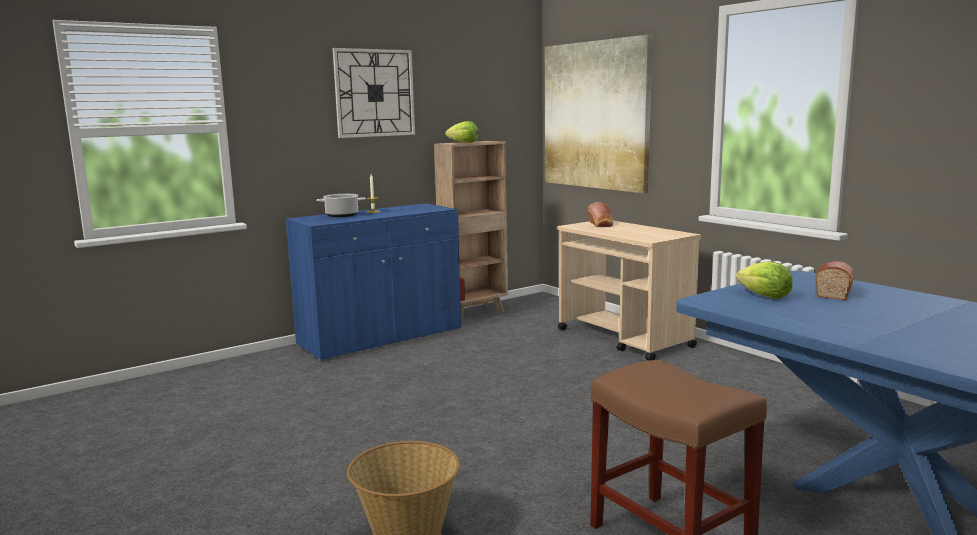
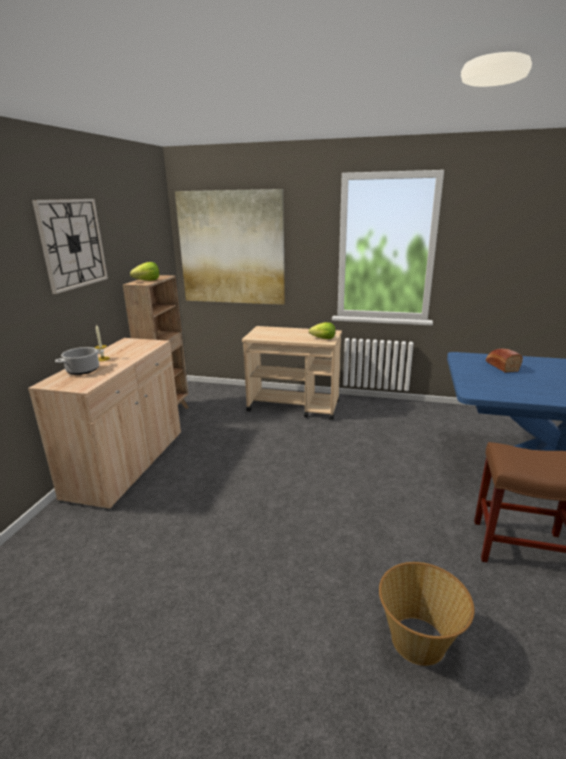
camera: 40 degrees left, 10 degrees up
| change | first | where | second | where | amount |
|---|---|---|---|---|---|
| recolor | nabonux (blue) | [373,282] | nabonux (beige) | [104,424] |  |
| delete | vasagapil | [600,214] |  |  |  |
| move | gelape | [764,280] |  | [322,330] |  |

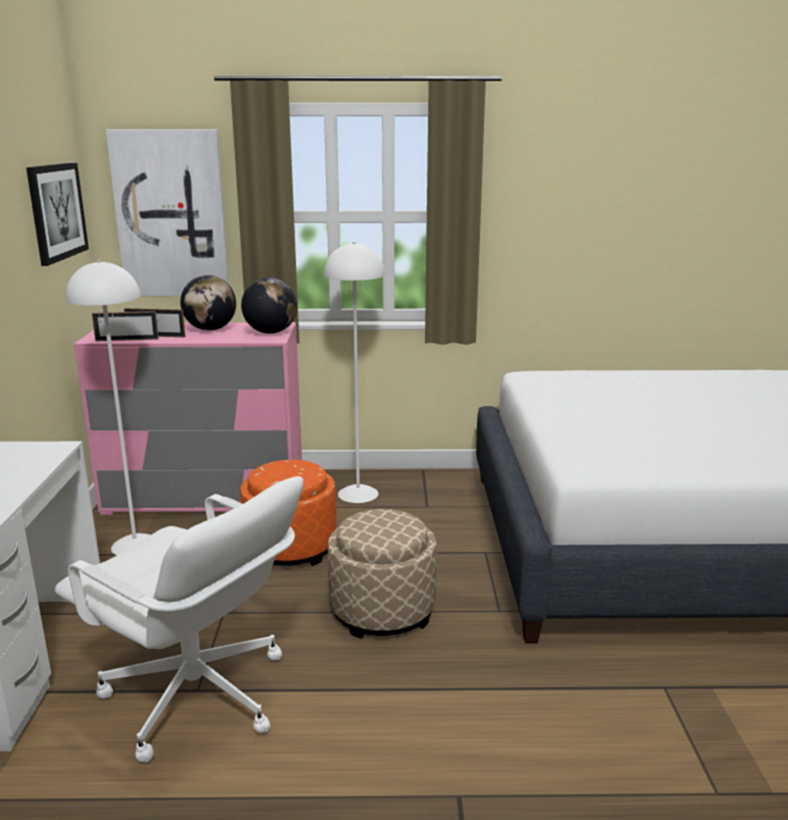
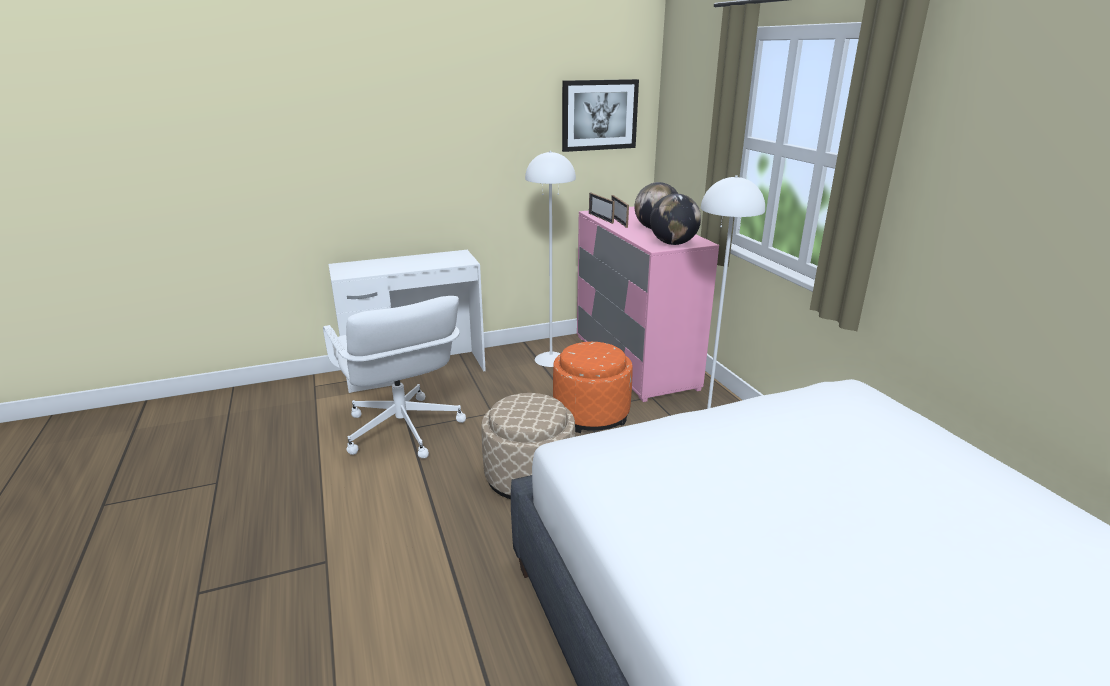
camera: 70 degrees right, 5 degrees up
| change | first | where | second | where | amount |
|---|---|---|---|---|---|
| rotate | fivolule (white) | [179,619] |  | [394,377] | 45 degrees counterclockwise |
| delete | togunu | [167,212] |  |  |  |

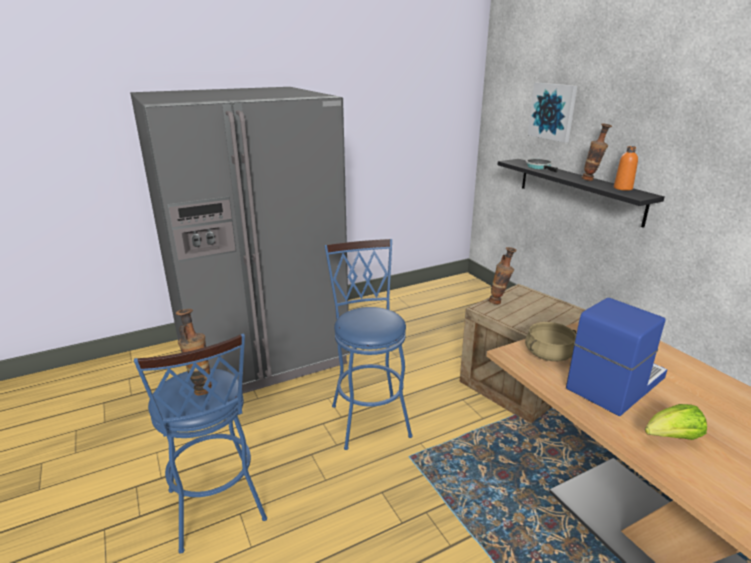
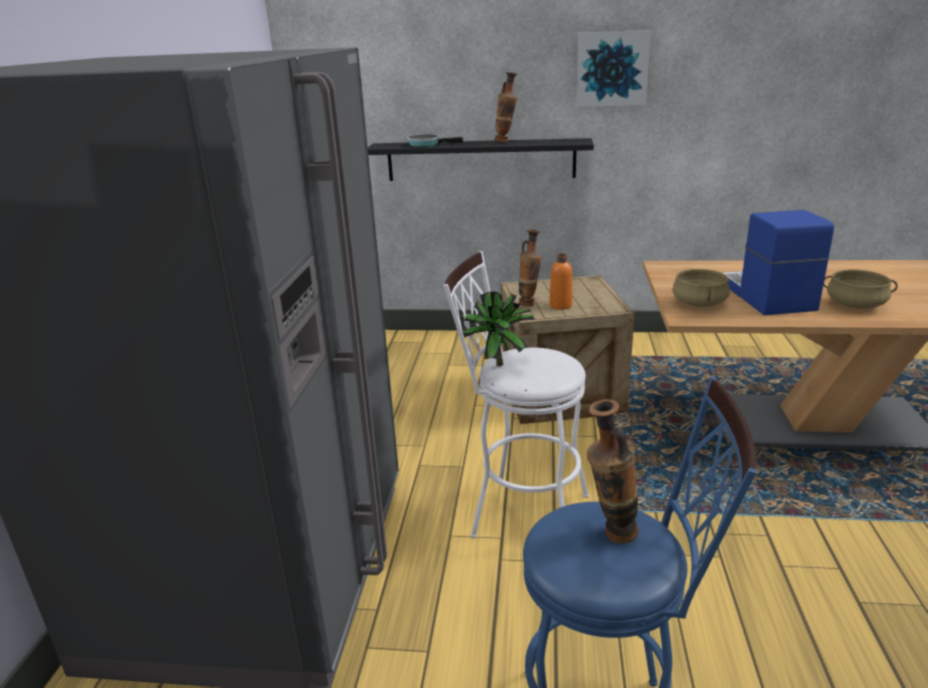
camera: 55 degrees left, 0 degrees up
| change | first | where | second | where | amount |
|---|---|---|---|---|---|
| recolor | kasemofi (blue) | [368,344] | kasemofi (white) | [516,394] |  |
| move | togunu | [552,113] |  | [613,68] |  |
| move | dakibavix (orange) | [626,168] |  | [561,281] |  |
| replace | gelape | [676,422] | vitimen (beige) | [860,289] |  |
| insert |  |  | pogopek | [497,328] |  |

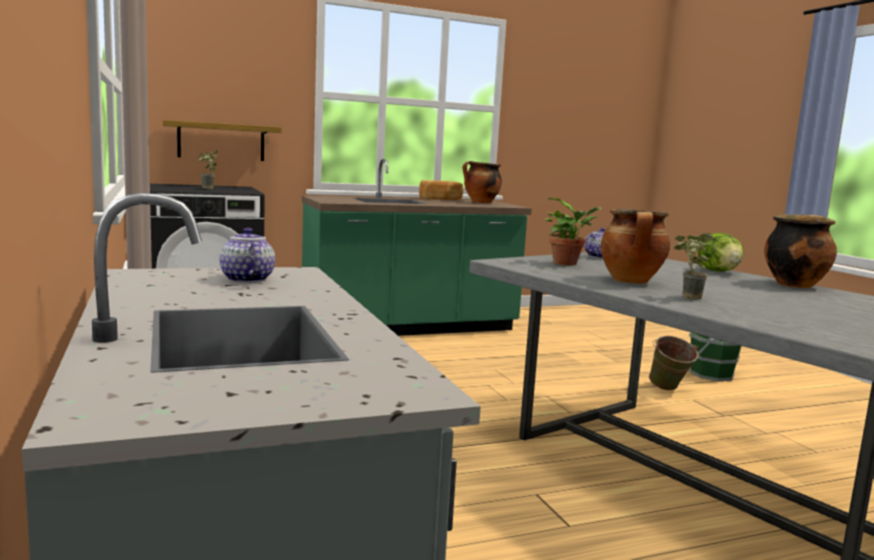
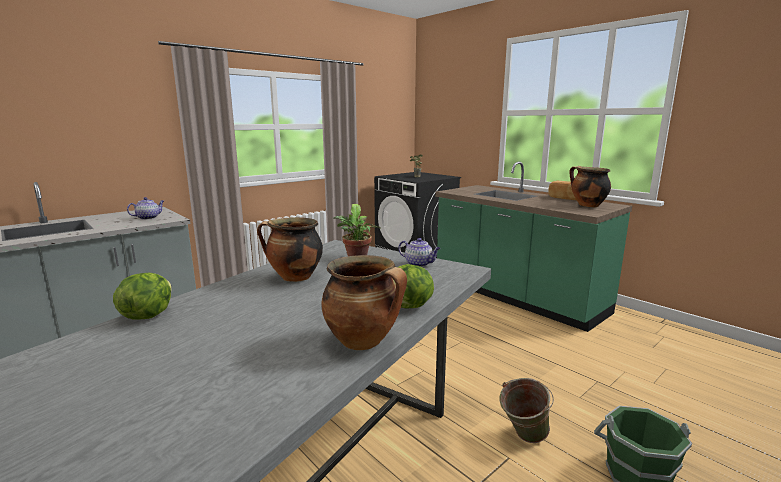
camera: 70 degrees right, 5 degrees up
| change | first | where | second | where | amount |
|---|---|---|---|---|---|
| delete | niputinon | [222,140] |  |  |  |
| delete | pogopek | [693,266] |  |  |  |
| insert |  |  | gelape | [142,296] |  |

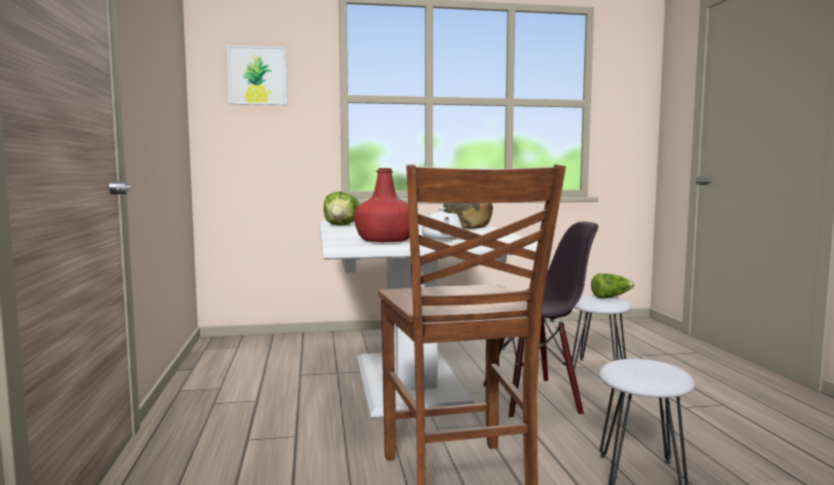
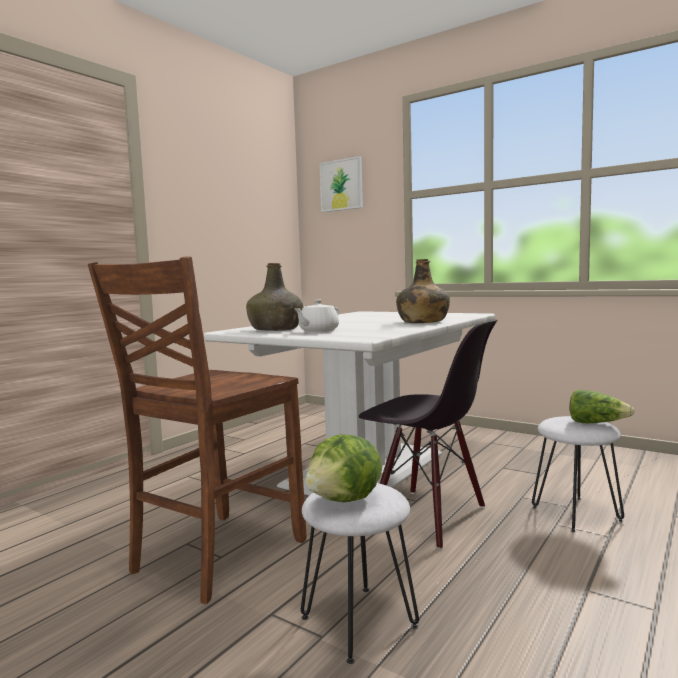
camera: 45 degrees right, 0 degrees up
| change | first | where | second | where | amount |
|---|---|---|---|---|---|
| move | gelape | [342,208] |  | [343,468] |  |
| recolor | dakibavix (red) | [382,205] | dakibavix (green) | [274,297] |  |

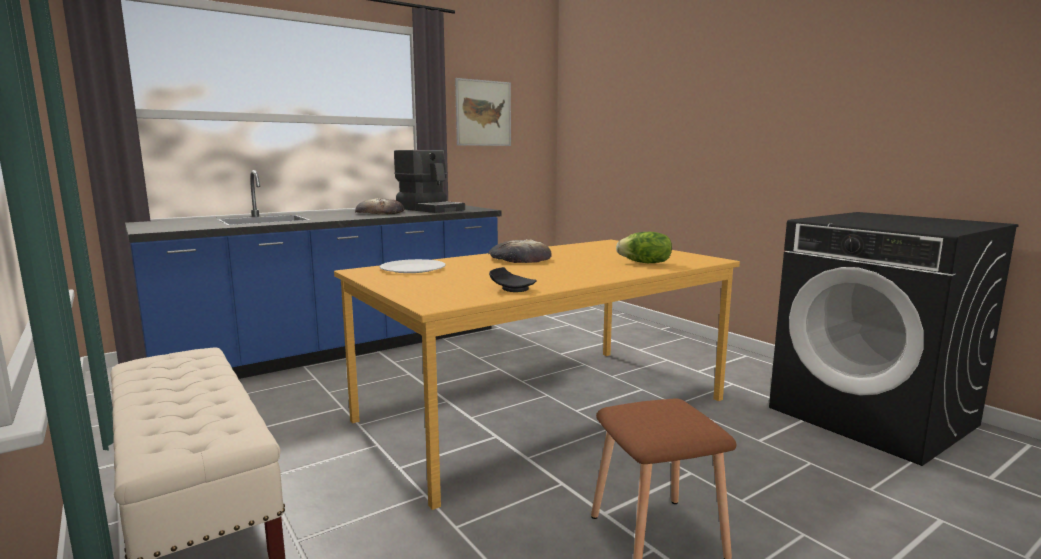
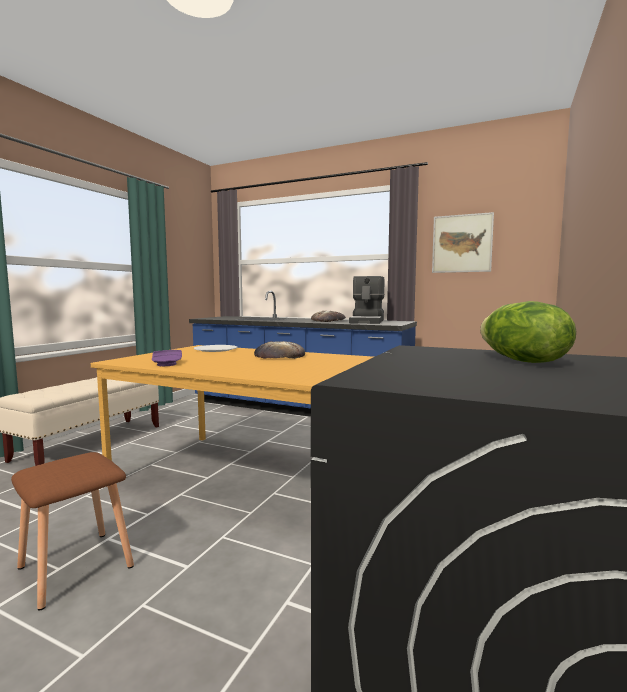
camera: 60 degrees right, 5 degrees down
| change | first | where | second | where | amount |
|---|---|---|---|---|---|
| recolor | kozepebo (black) | [513,279] | kozepebo (purple) | [167,358] |  |
| move | gelape | [644,247] |  | [528,332] |  |

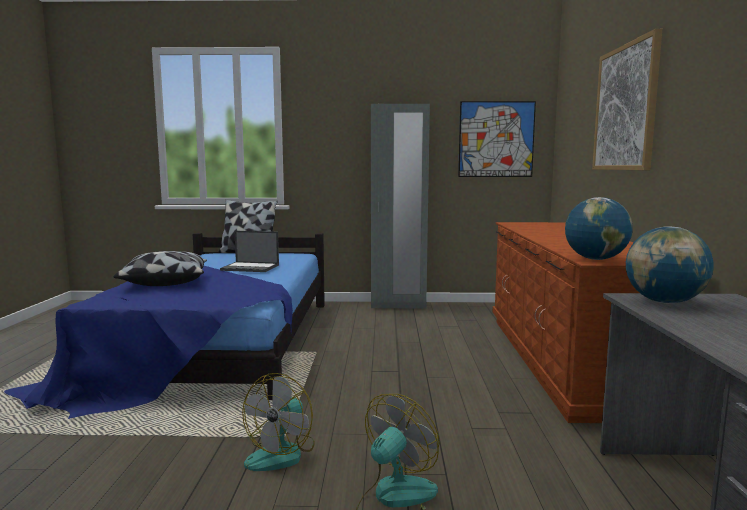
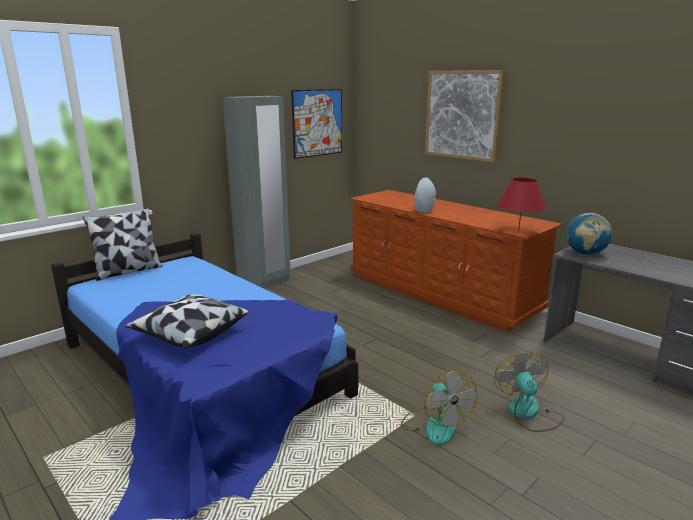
camera: 45 degrees left, 10 degrees up
| change | first | where | second | where | amount |
|---|---|---|---|---|---|
| delete | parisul | [249,251] |  |  |  |
| replace | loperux | [599,228] | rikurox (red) | [521,204] |  |
| insert |  |  | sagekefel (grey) | [425,195] |  |

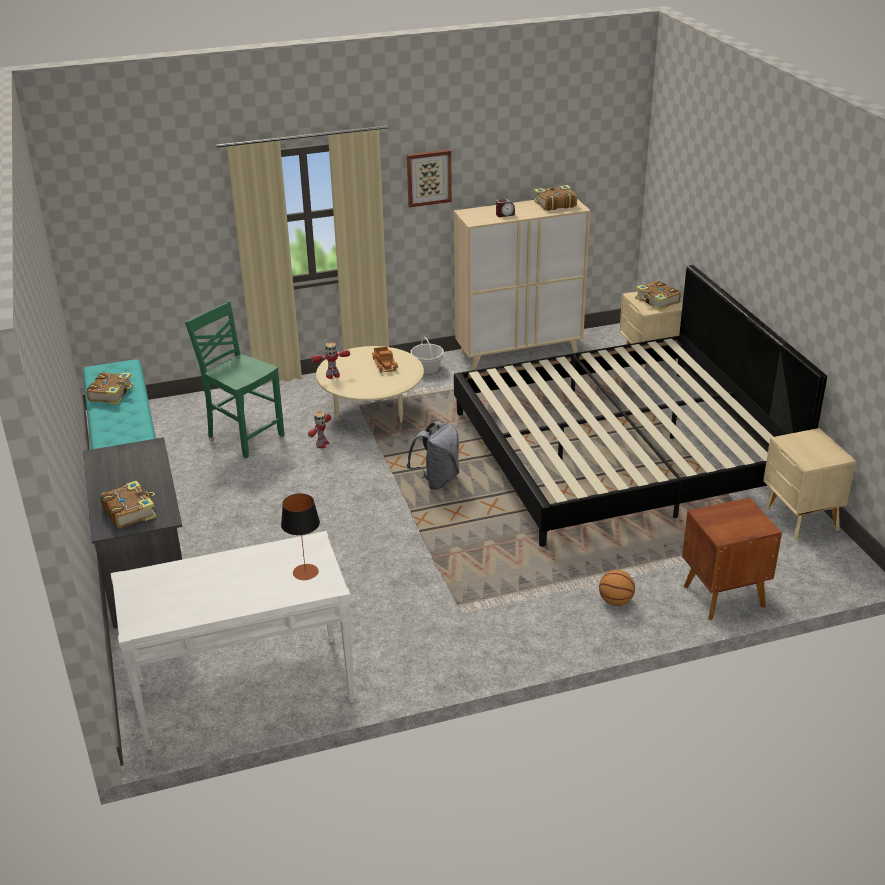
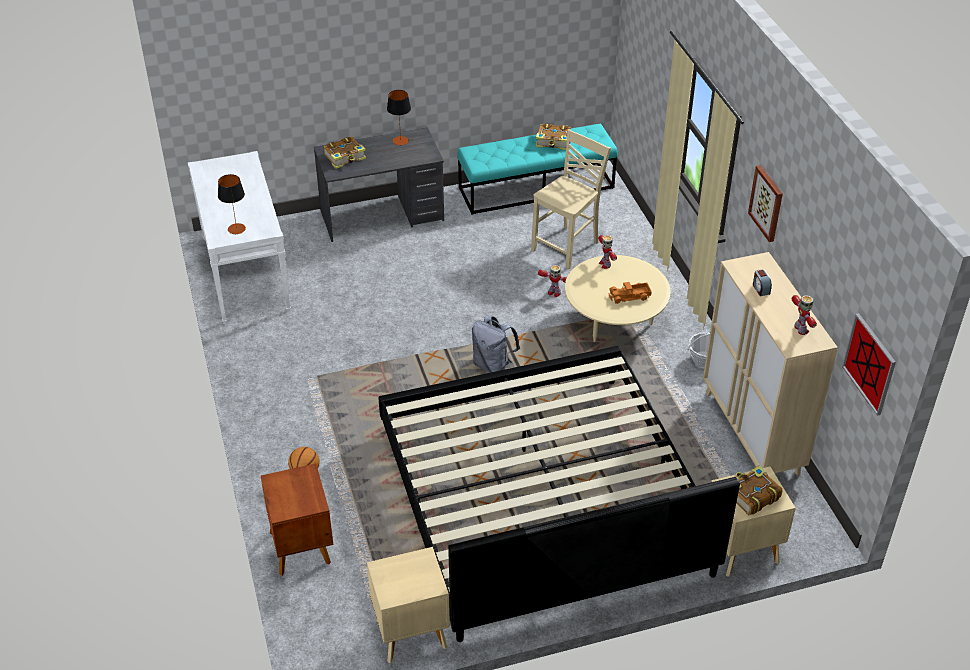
camera: 90 degrees right, 10 degrees up
| change | first | where | second | where | amount |
|---|---|---|---|---|---|
| recolor | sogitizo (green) | [234,379] | sogitizo (beige) | [571,199] |  |
| replace | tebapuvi | [555,198] | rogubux | [804,315] |  |
| insert |  |  | rikurox | [399,117] |  |
| insert |  |  | togunu | [869,364] |  |

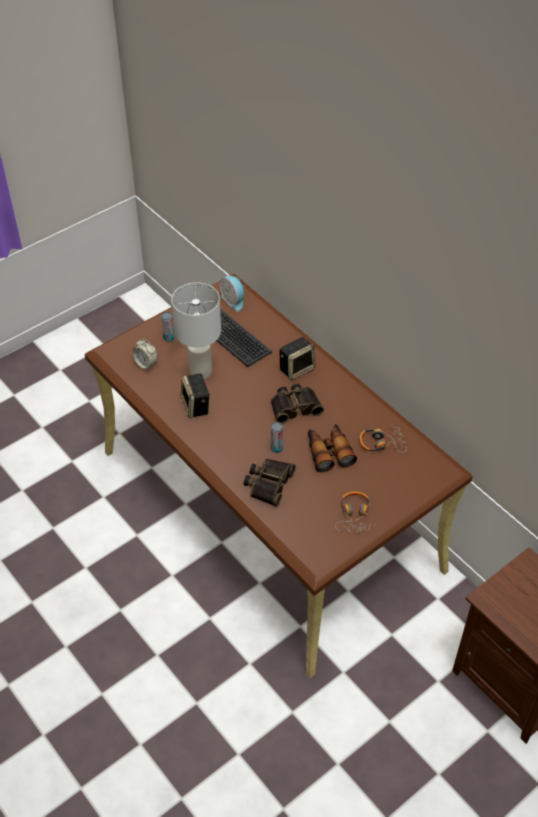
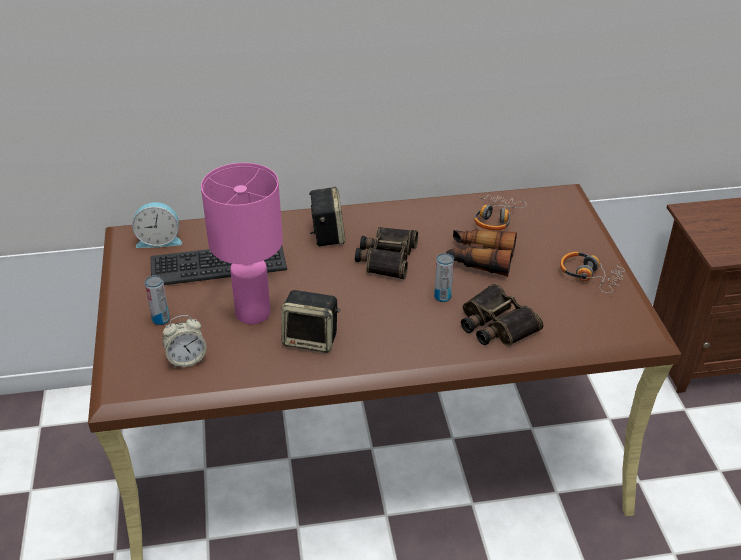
camera: 60 degrees left, 10 degrees down
| change | first | where | second | where | amount |
|---|---|---|---|---|---|
| recolor | rikurox (white) | [196,330] | rikurox (pink) | [242,243] |  |

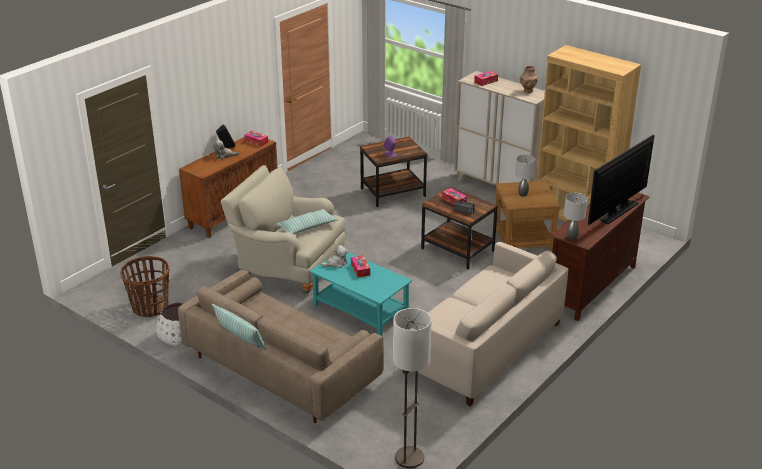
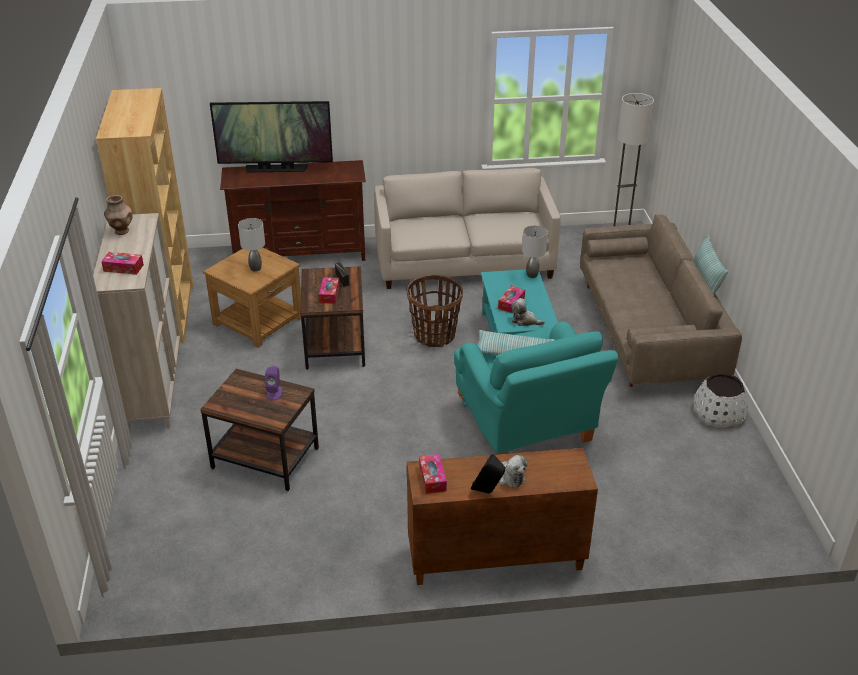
camera: 135 degrees left, 5 degrees up
| change | first | where | second | where | amount |
|---|---|---|---|---|---|
| move | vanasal | [145,286] |  | [435,311] |  |
| recolor | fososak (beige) | [282,230] | fososak (turquoise) | [536,388] |  |
| move | rikurox (grey) | [576,216] |  | [535,251] |  |

